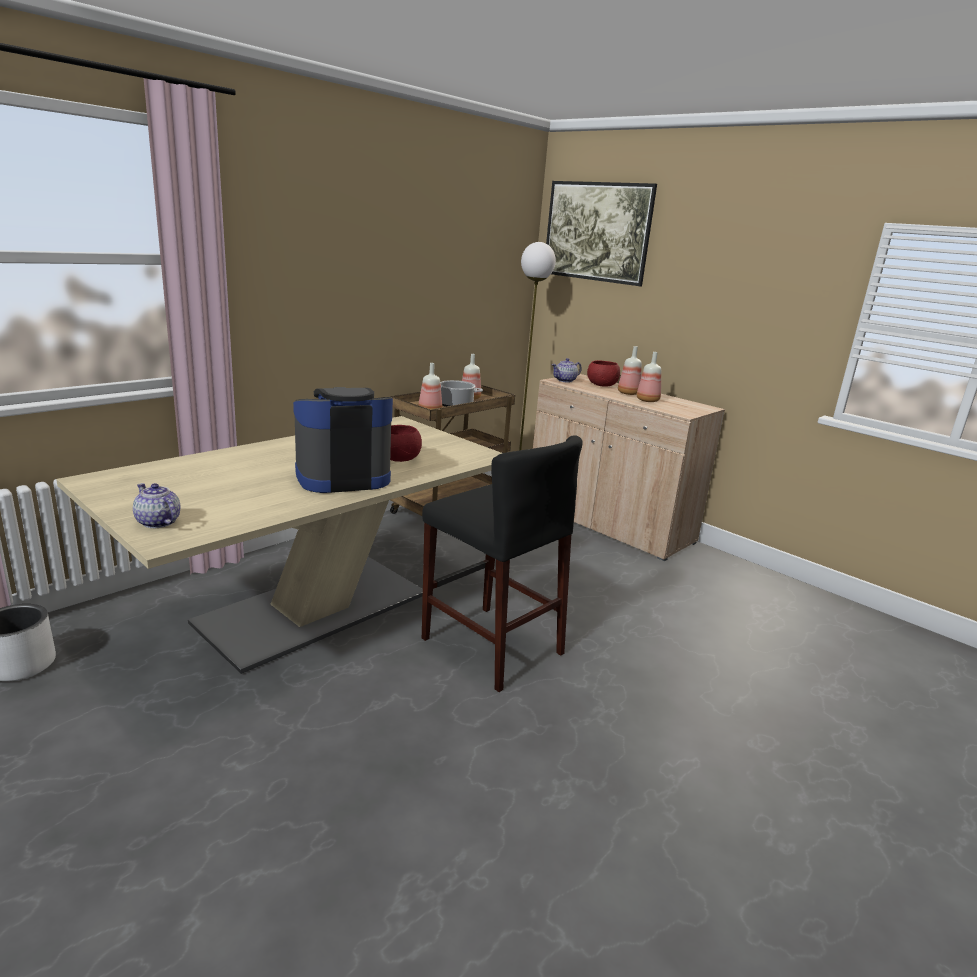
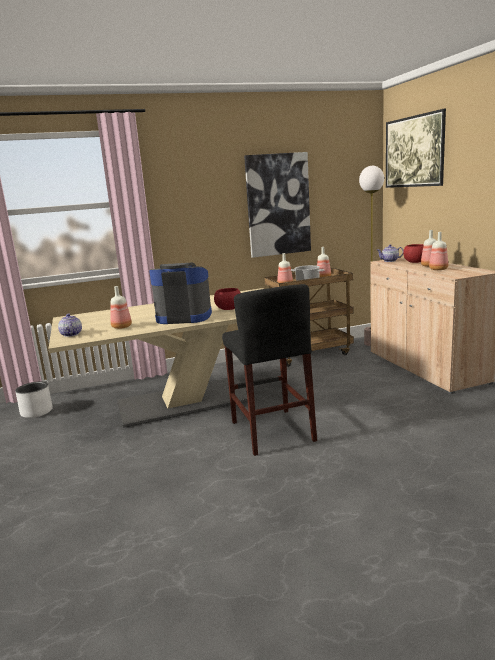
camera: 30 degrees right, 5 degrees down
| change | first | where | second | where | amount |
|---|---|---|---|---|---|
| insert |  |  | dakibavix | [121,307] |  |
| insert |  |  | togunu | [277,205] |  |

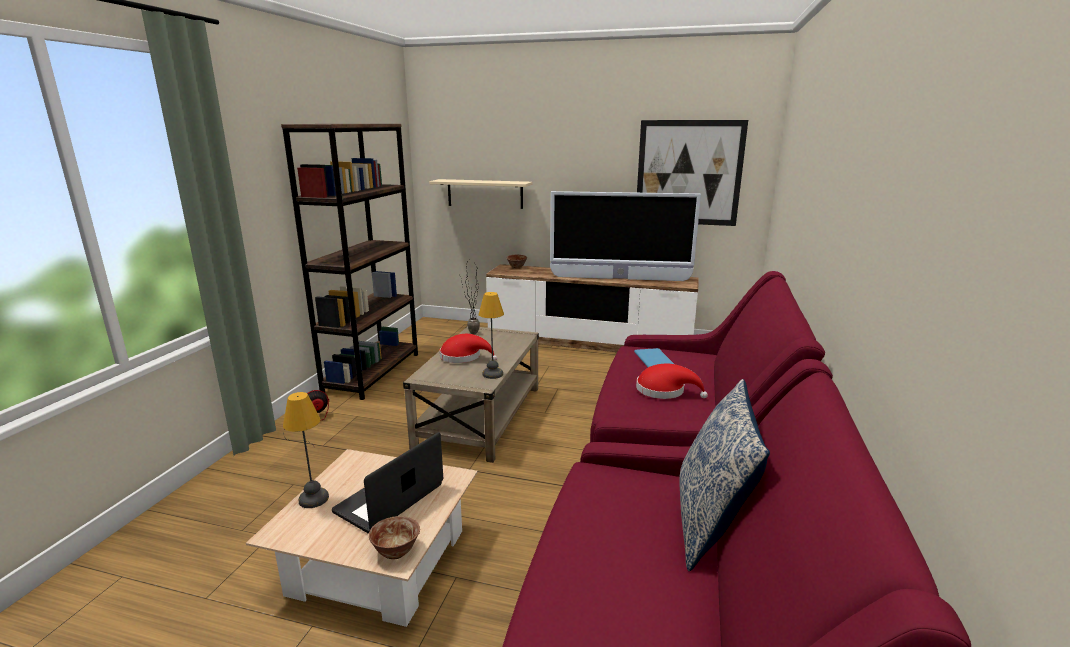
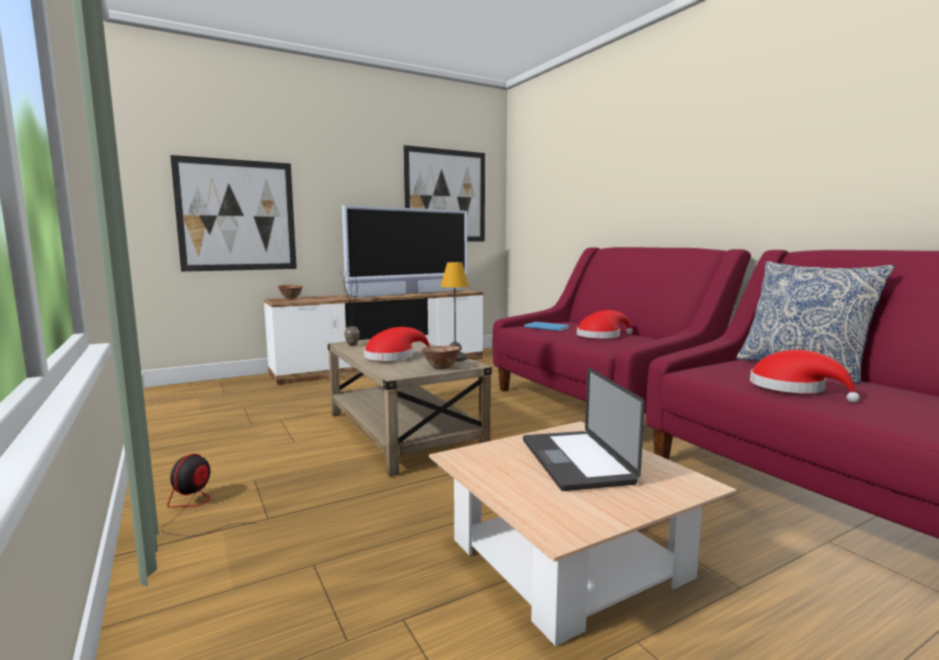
camera: 45 degrees left, 10 degrees down
| change | first | where | second | where | amount |
|---|---|---|---|---|---|
| delete | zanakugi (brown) | [349,262] |  |  |  |
| delete | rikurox | [306,450] |  |  |  |
| move | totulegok | [394,537] |  | [441,357] |  |
| replace | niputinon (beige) | [481,194] | togunu | [233,213] |  |
| insert |  |  | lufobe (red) | [805,376] |  |

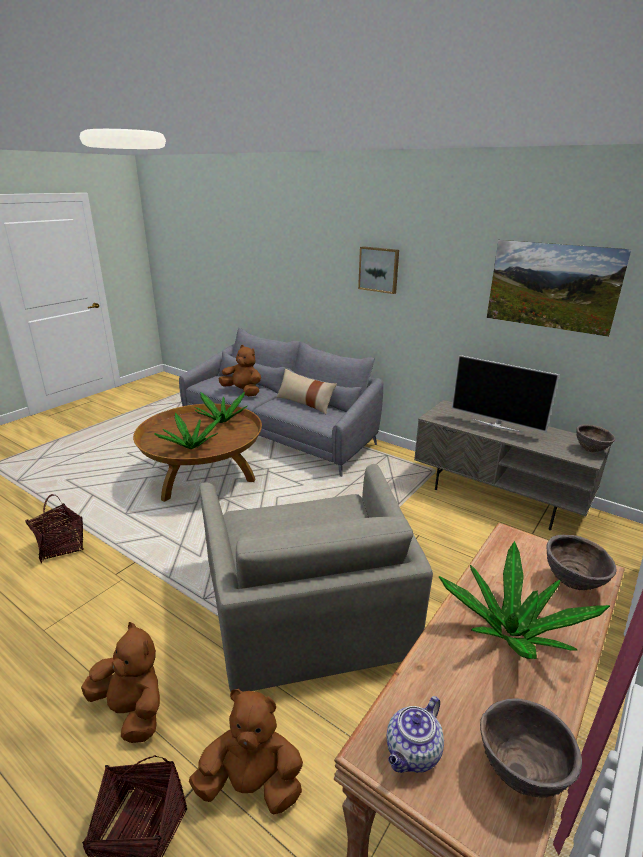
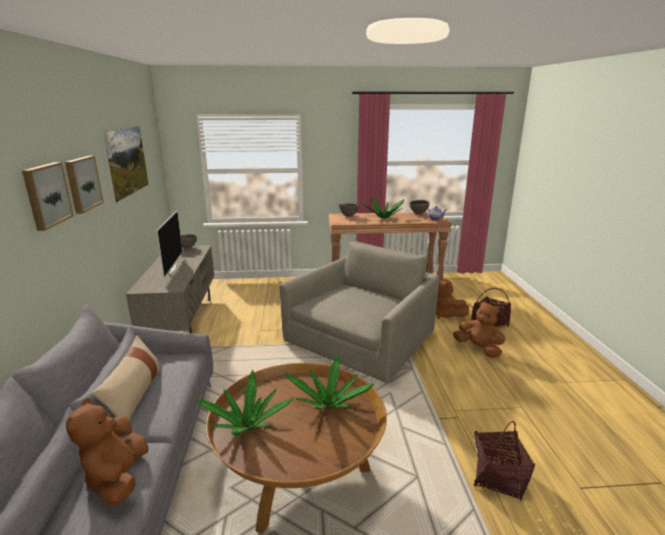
camera: 130 degrees left, 5 degrees down
| change | first | where | second | where | amount |
|---|---|---|---|---|---|
| rotate | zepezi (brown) | [120,682] |  | [479,329] | 135 degrees clockwise |
| insert |  |  | togunu | [84,185] |  |

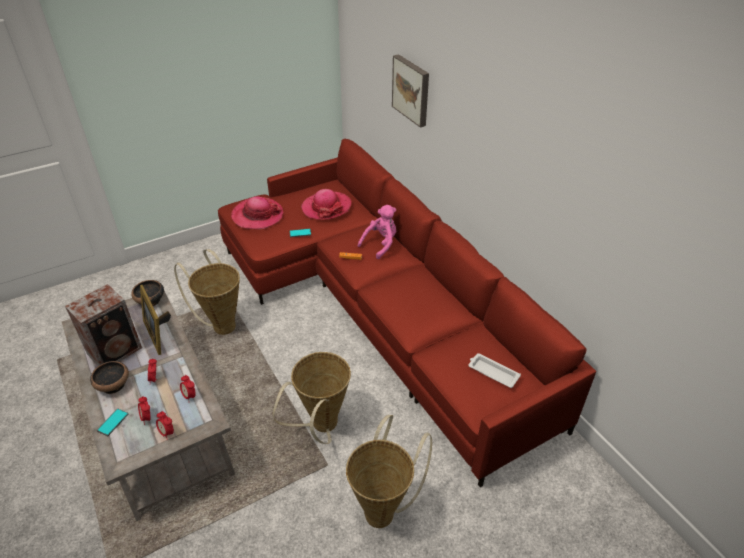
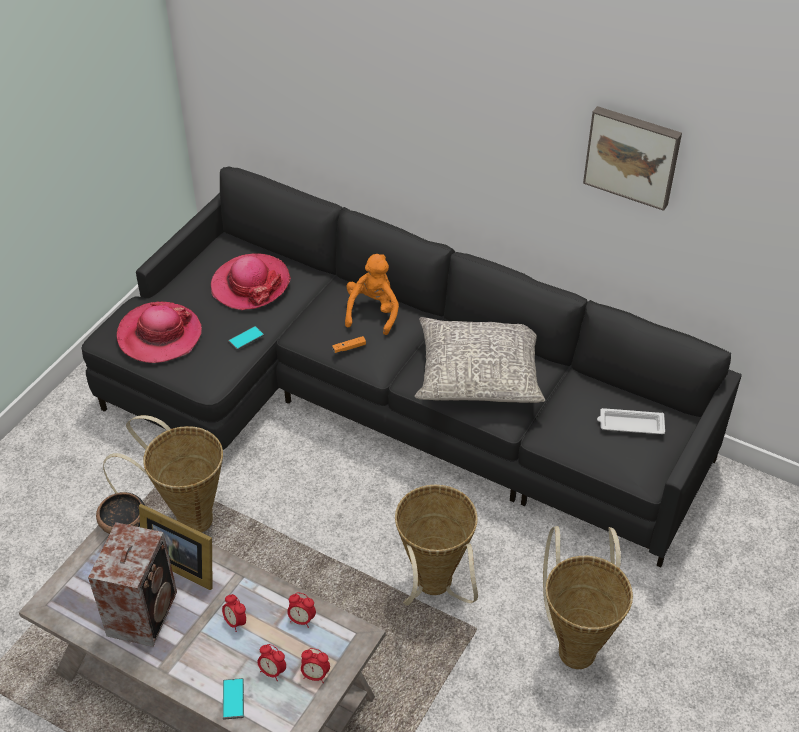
camera: 30 degrees left, 5 degrees up
| change | first | where | second | where | amount |
|---|---|---|---|---|---|
| delete | totulegok | [109,377] |  |  |  |
| recolor | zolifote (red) | [407,313] | zolifote (black) | [412,367] |  |
| recolor | zepezi (pink) | [377,232] | zepezi (orange) | [372,294] |  |
| move | togunu | [410,91] |  | [632,158] |  |
| insert |  |  | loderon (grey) | [480,360] |  |

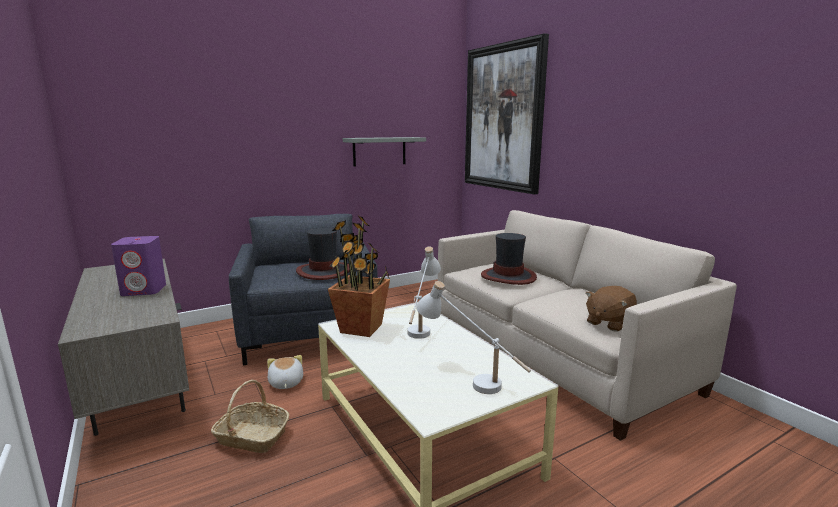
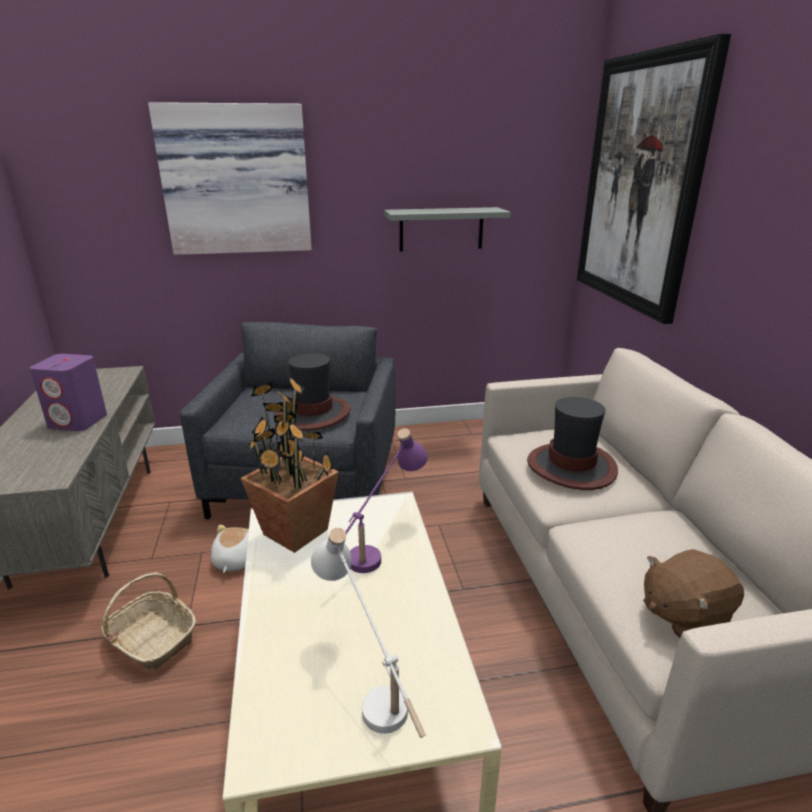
camera: 20 degrees right, 10 degrees up
| change | first | where | second | where | amount |
|---|---|---|---|---|---|
| recolor | rikurox (white) | [424,292] | rikurox (purple) | [386,500] |  |
| insert |  |  | togunu | [230,178] |  |

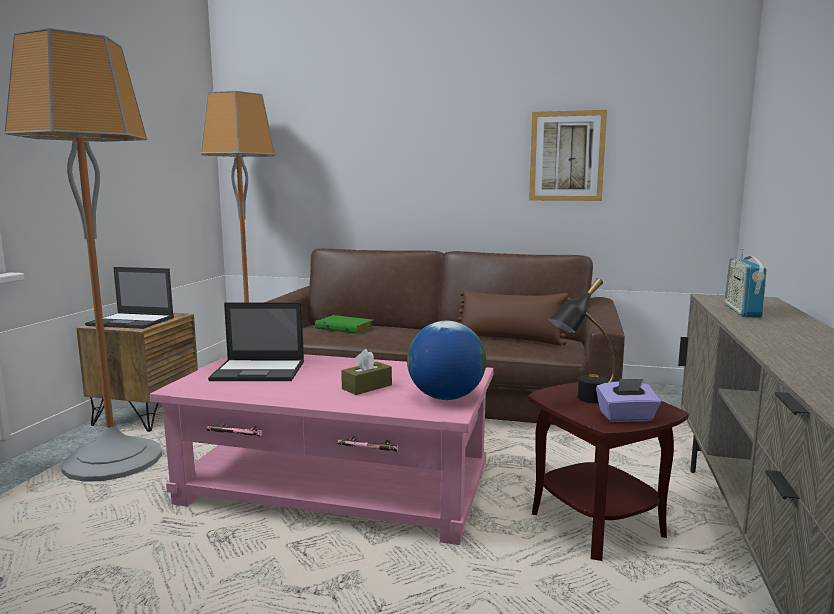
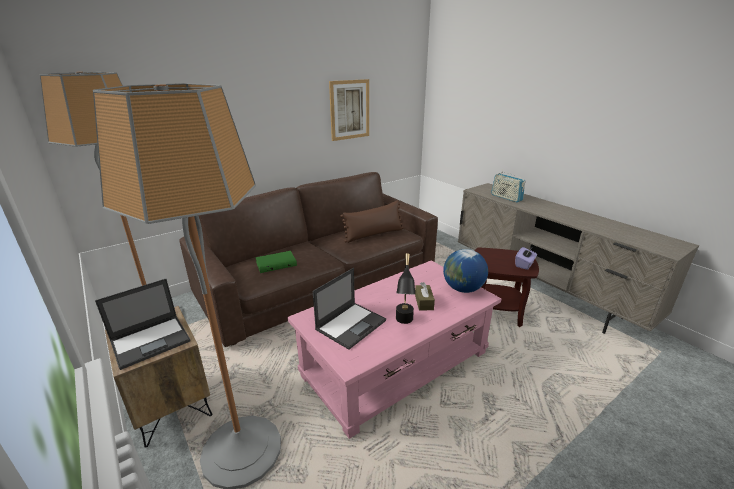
camera: 50 degrees left, 15 degrees up
| change | first | where | second | where | amount |
|---|---|---|---|---|---|
| move | rikurox (black) | [581,340] |  | [406,288] |  |

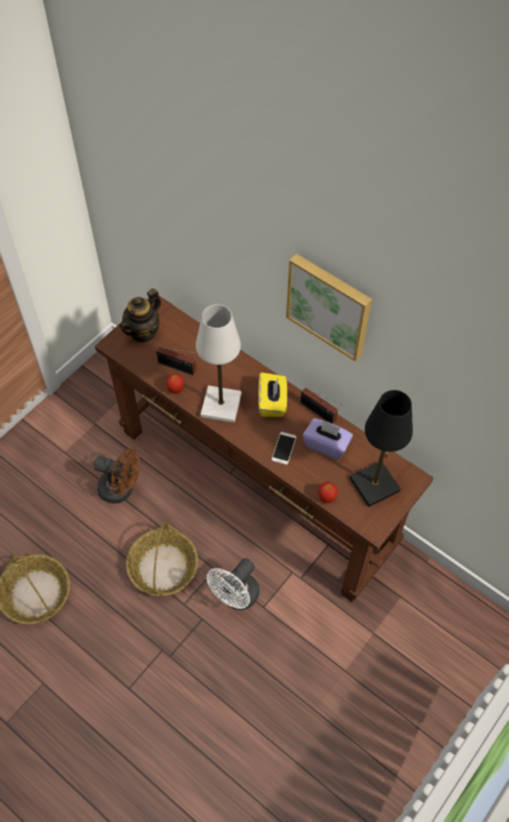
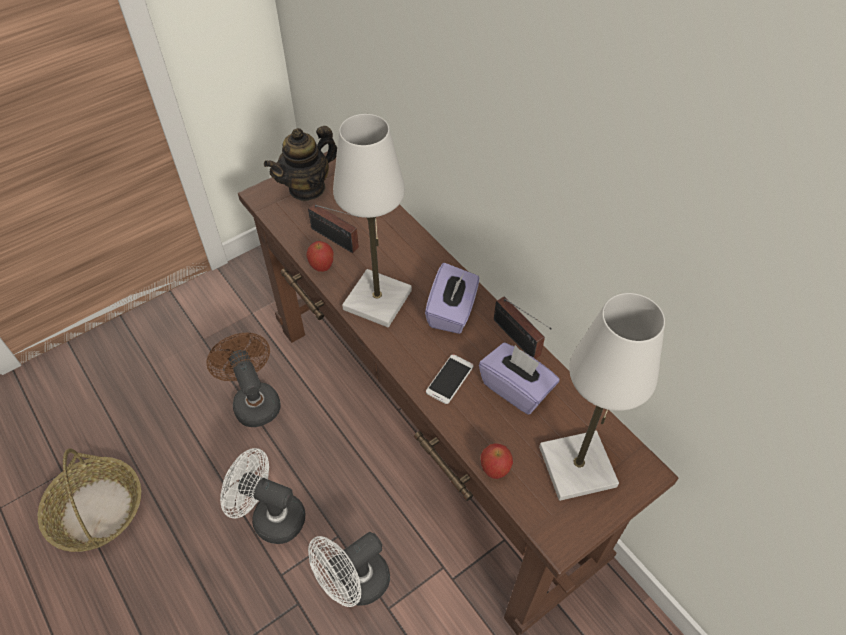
camera: 15 degrees right, 5 degrees down
| change | first | where | second | where | amount |
|---|---|---|---|---|---|
| rotate | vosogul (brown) | [116,476] |  | [243,380] | 150 degrees counterclockwise |
| replace | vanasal | [162,559] | vosogul (white) | [262,496] |  |
| recolor | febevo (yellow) | [272,394] | febevo (purple) | [452,298] |  |
| delete | togunu | [329,308] |  |  |  |
| recolor | rikurox (black) | [381,448] | rikurox (white) | [602,397] |  |

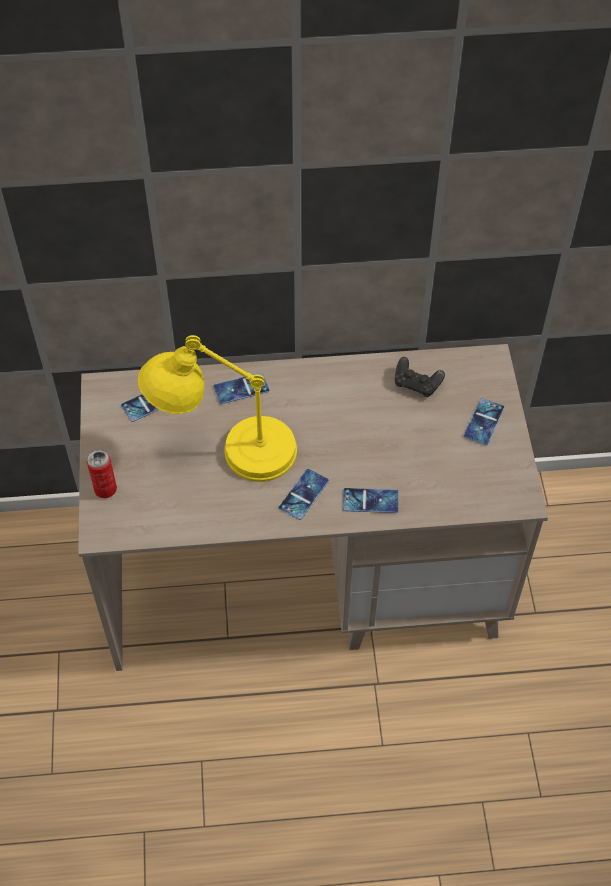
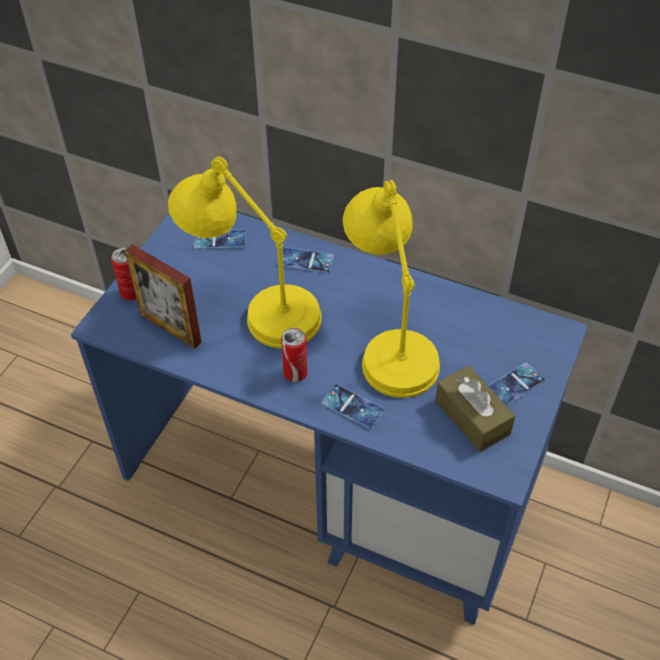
camera: 30 degrees right, 5 degrees down
| change | first | where | second | where | amount |
|---|---|---|---|---|---|
| recolor | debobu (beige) | [313,507] | debobu (blue) | [329,418] |  |
| replace | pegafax | [304,494] | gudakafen | [294,355] |  |
| delete | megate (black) | [420,377] |  |  |  |
| insert |  |  | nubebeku | [163,296] |  |
| insert |  |  | rikurox (yellow) | [391,289] |  |
| insert |  |  | febevo (brown) | [475,408] |  |

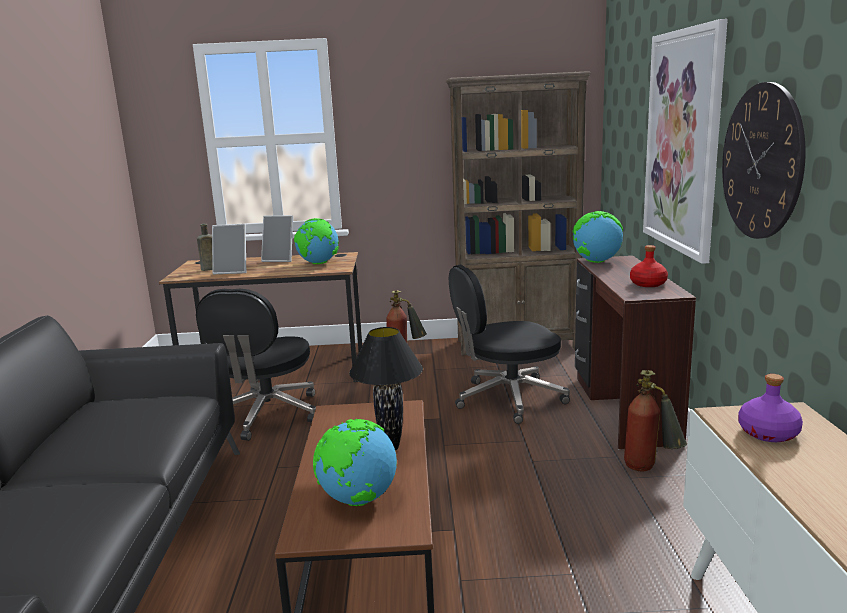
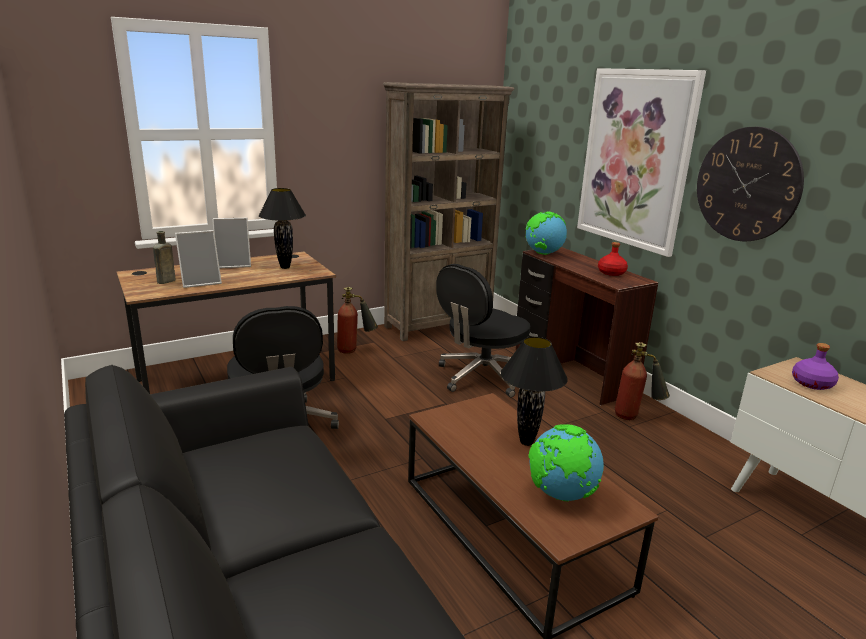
camera: 30 degrees left, 5 degrees up
| change | first | where | second | where | amount |
|---|---|---|---|---|---|
| replace | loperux | [316,241] | rikurox (black) | [282,228] |  |

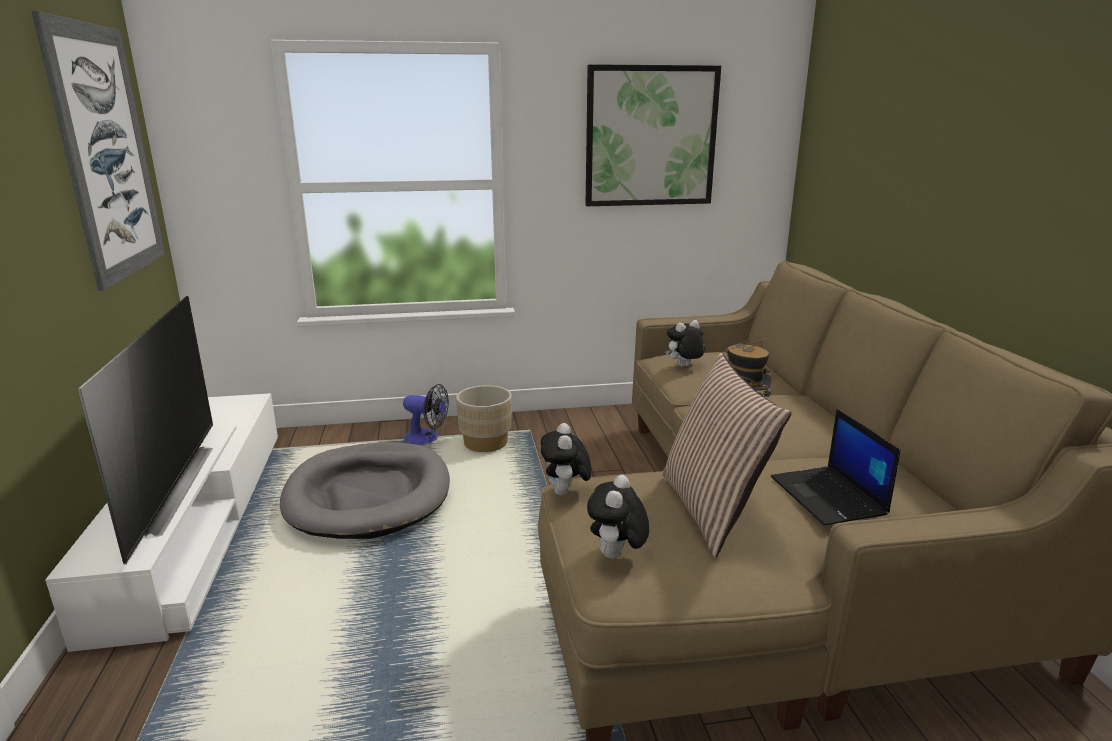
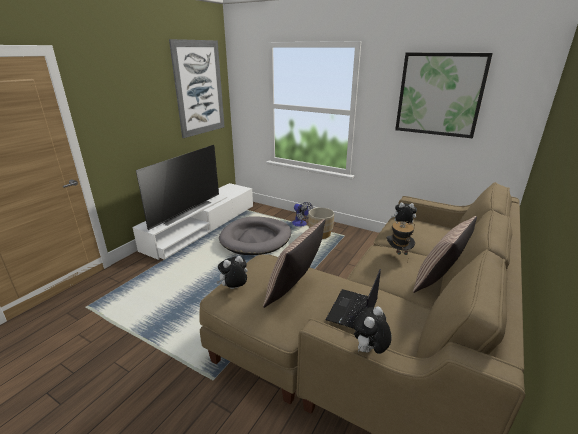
camera: 40 degrees right, 5 degrees up
| change | first | where | second | where | amount |
|---|---|---|---|---|---|
| move | zepezi | [566,459] |  | [372,330] |  |
| insert |  |  | loderon | [445,254] |  |

